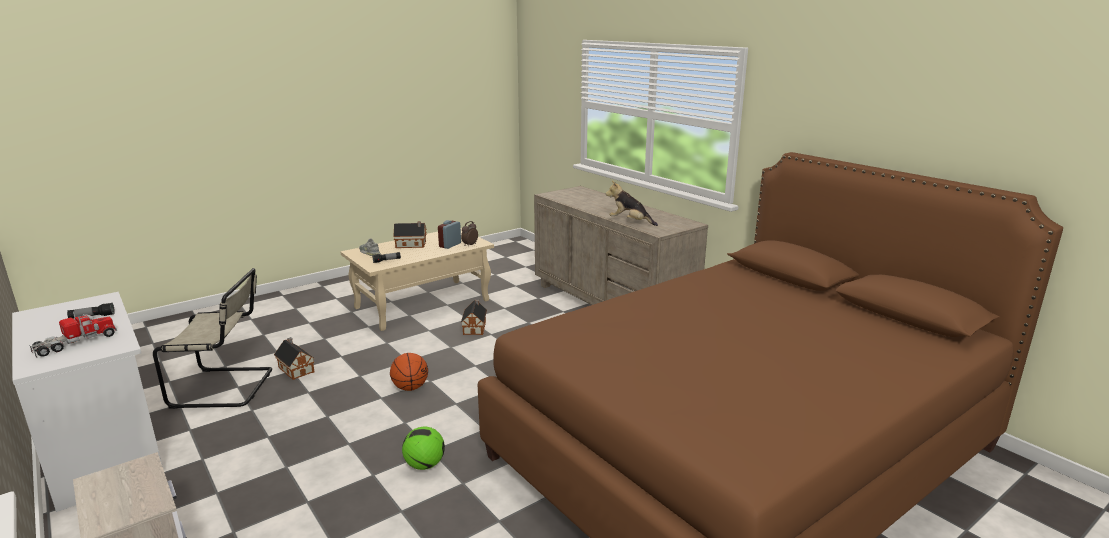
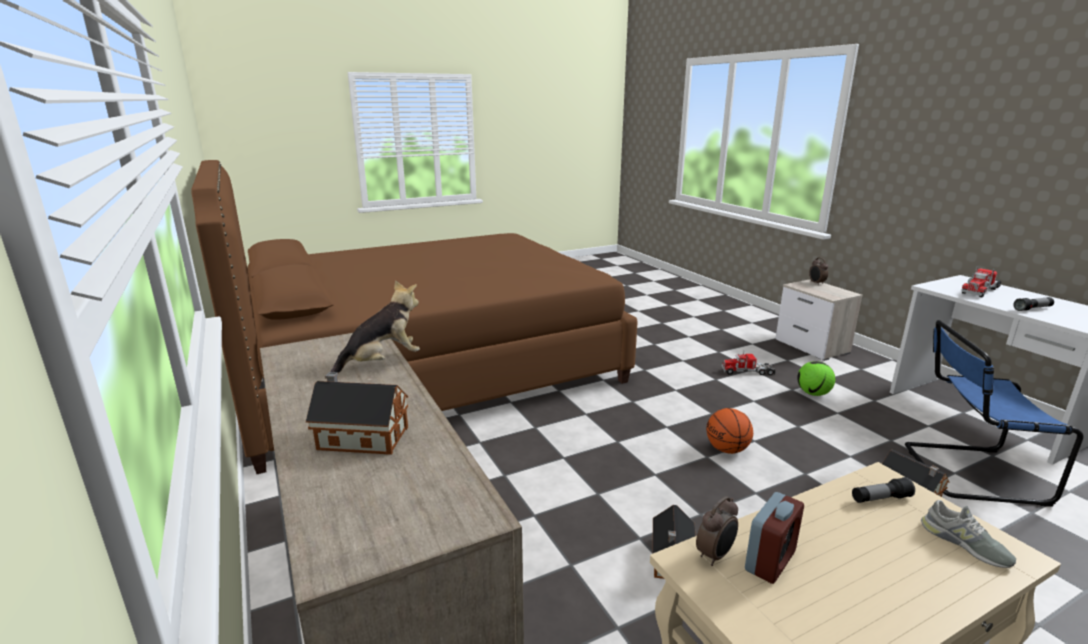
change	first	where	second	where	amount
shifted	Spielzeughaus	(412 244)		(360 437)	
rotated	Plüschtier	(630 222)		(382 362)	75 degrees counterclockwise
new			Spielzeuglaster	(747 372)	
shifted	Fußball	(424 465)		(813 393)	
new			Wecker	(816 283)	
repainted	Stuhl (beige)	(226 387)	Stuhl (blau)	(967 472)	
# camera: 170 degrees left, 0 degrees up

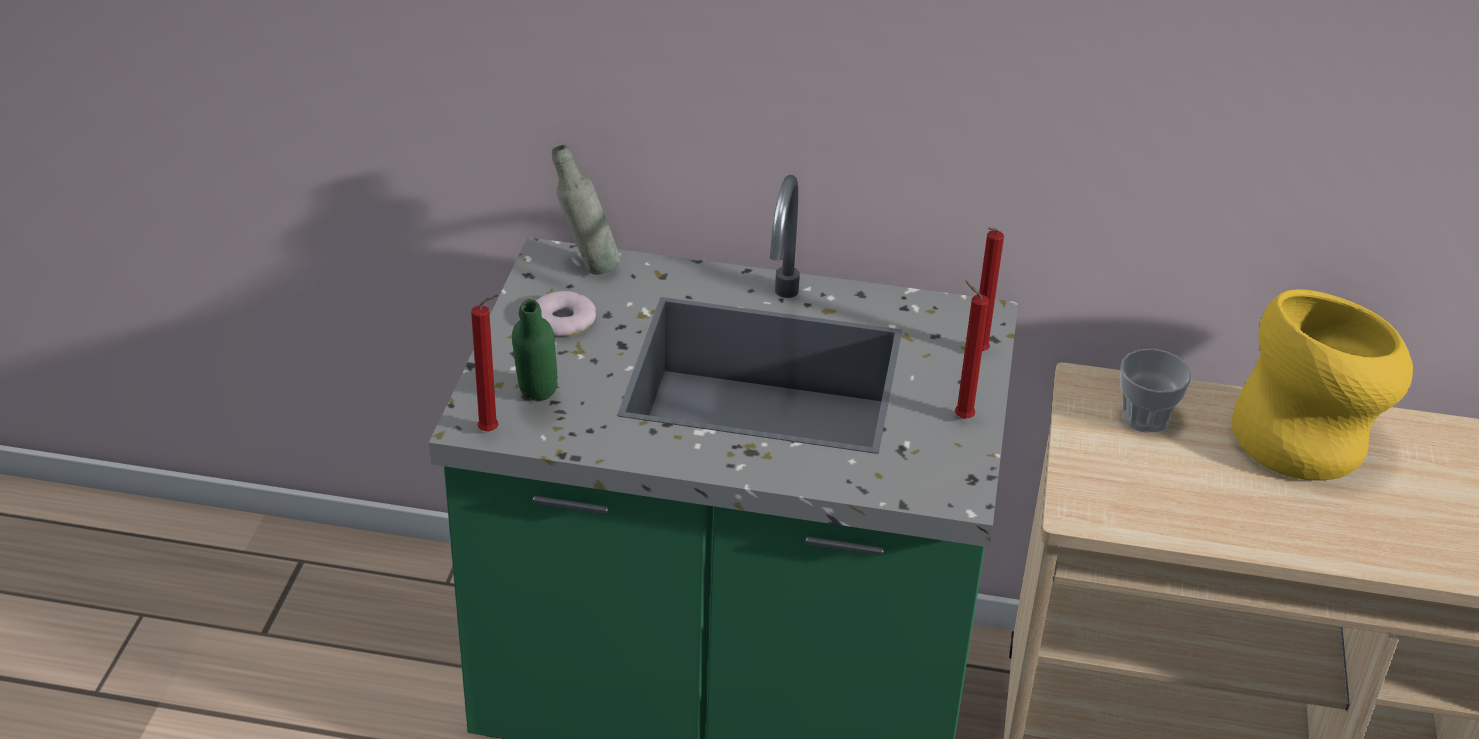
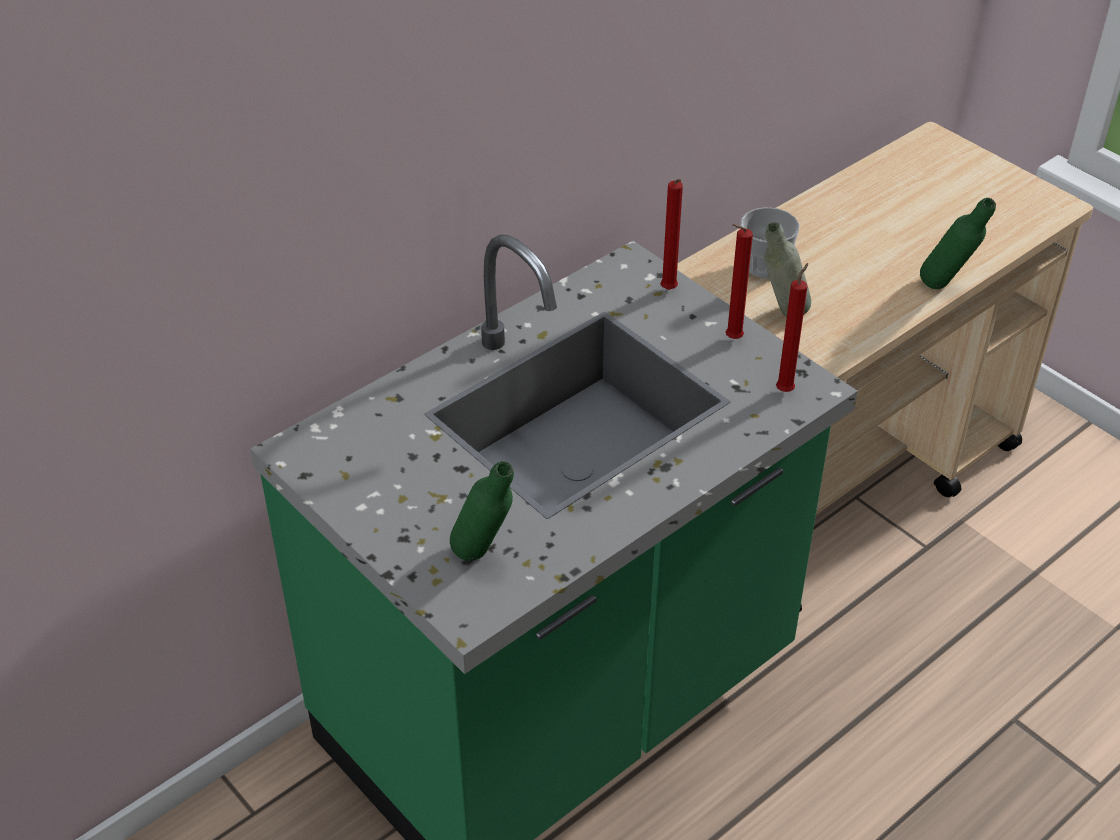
change	first	where	second	where	amount
shifted	Flasche (grau)	(587 266)		(781 316)	
shifted	Kerze (rot)	(492 431)		(786 389)	
new			Flasche (grün)	(946 289)	
gone	Donut	(563 320)			
gone	Vase (gelb)	(1308 440)			
# camera: 50 degrees left, 5 degrees up

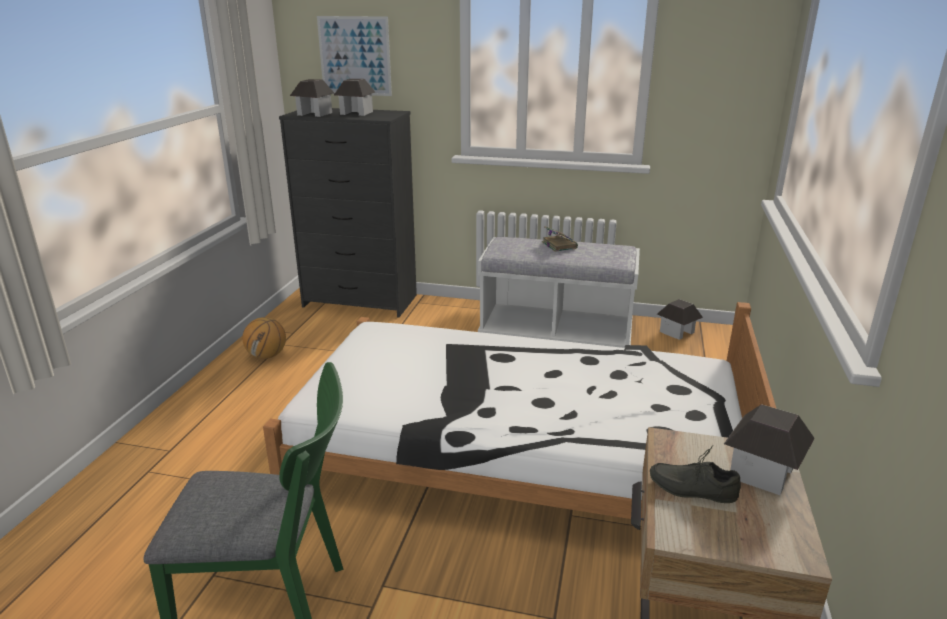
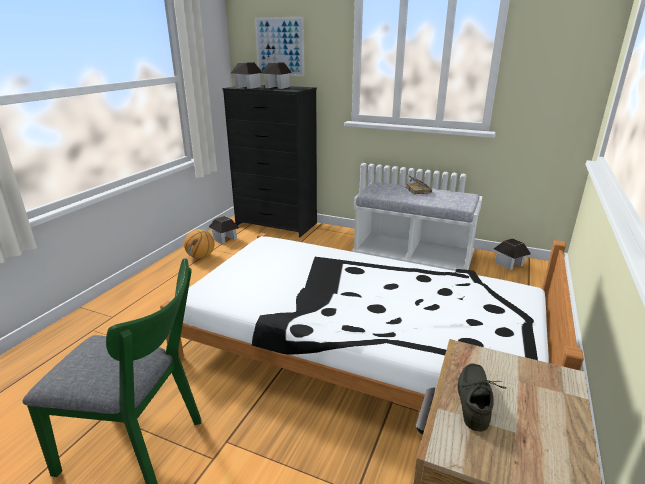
change	first	where	second	where	amount
shifted	Spielzeughaus	(762 472)		(225 239)	
rotated	Schuh (grau)	(692 487)		(477 401)	75 degrees clockwise
# camera: 10 degrees right, 0 degrees up

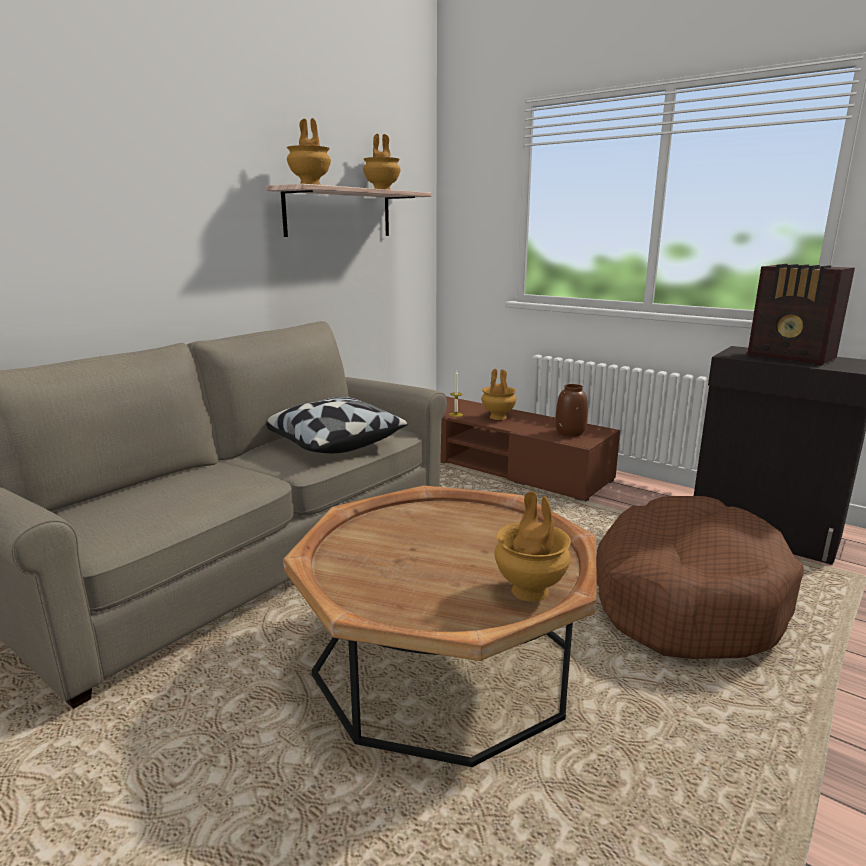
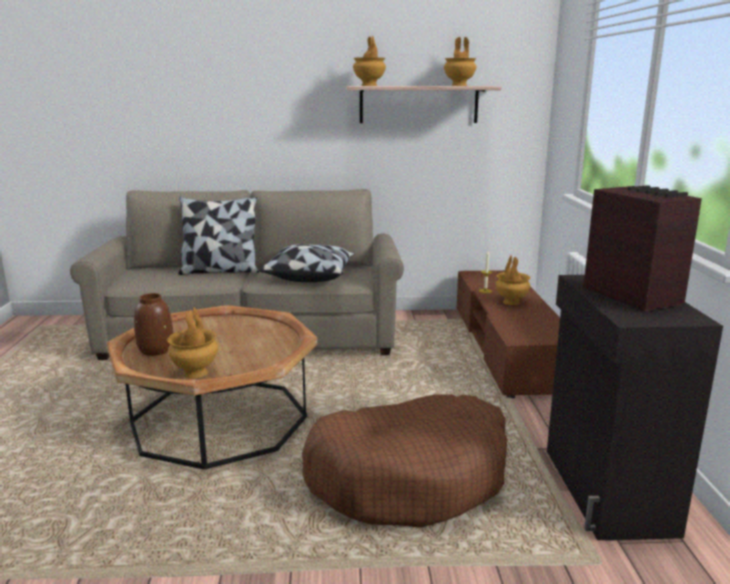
change	first	where	second	where	amount
shifted	Vase (braun)	(570 433)		(156 350)	
new			Kissen	(220 271)	
rotated	Radio	(792 357)		(631 295)	150 degrees clockwise
# camera: 50 degrees right, 0 degrees up

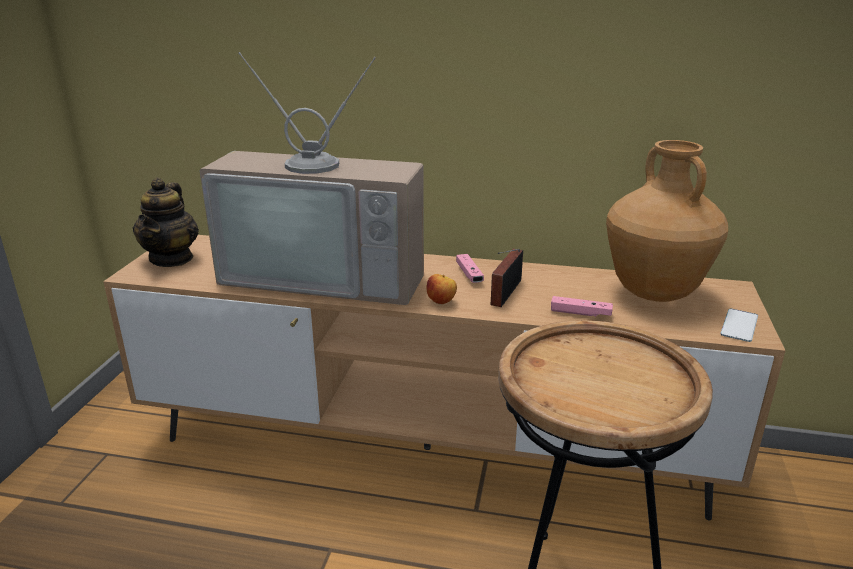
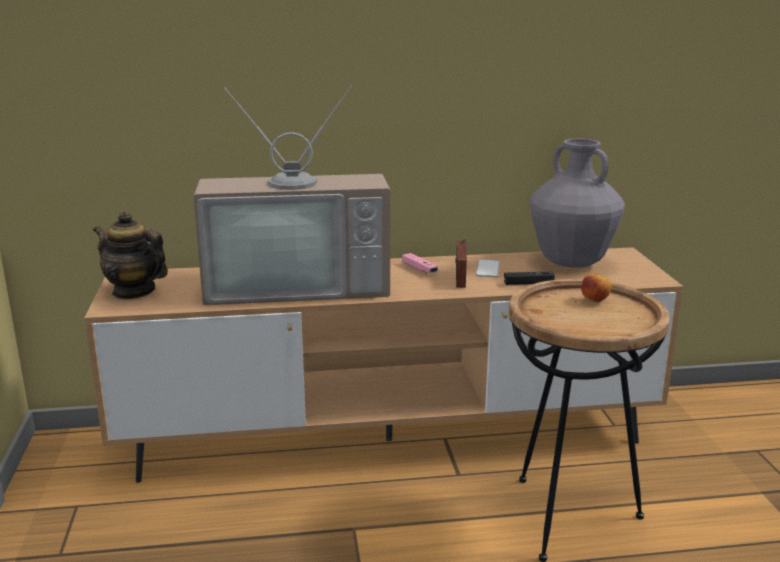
change	first	where	second	where	amount
rotated	Teekanne	(172 259)		(134 291)	135 degrees clockwise
shifted	Handy	(739 325)		(488 268)	
repainted	Gamepad (rosa)	(580 313)	Gamepad (schwarz)	(528 283)	
repainted	Vase (braun)	(654 293)	Vase (grau)	(570 263)	
shifted	Apfel	(441 302)		(595 301)	
# camera: 20 degrees left, 5 degrees down

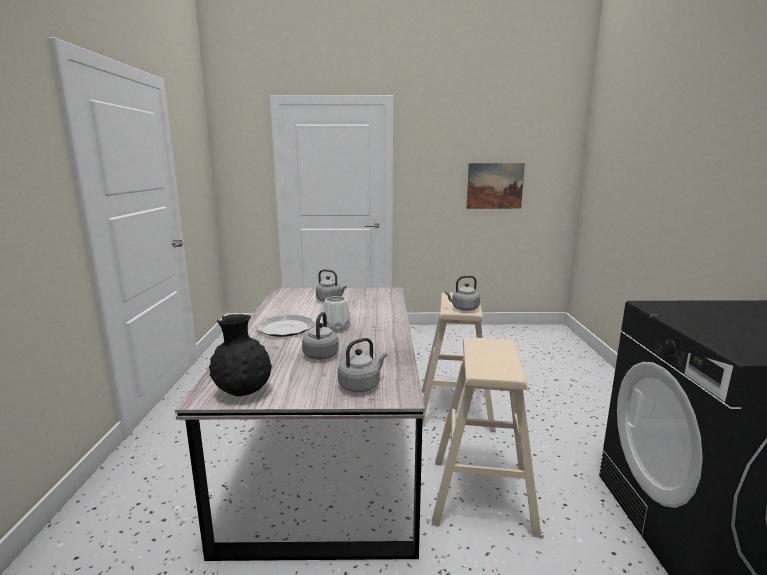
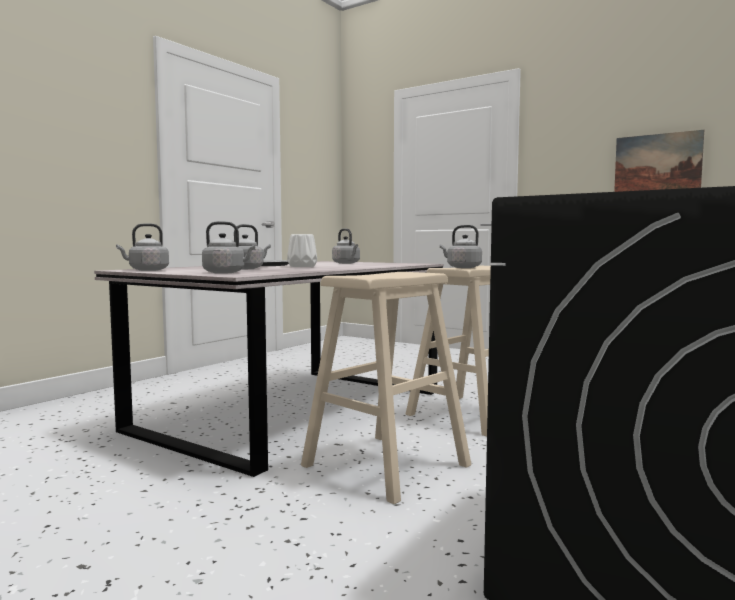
change	first	where	second	where	amount
swapped	Vase (schwarz)	(243 392)	Wasserkessel (grau)	(146 270)	
# camera: 35 degrees right, 10 degrees down

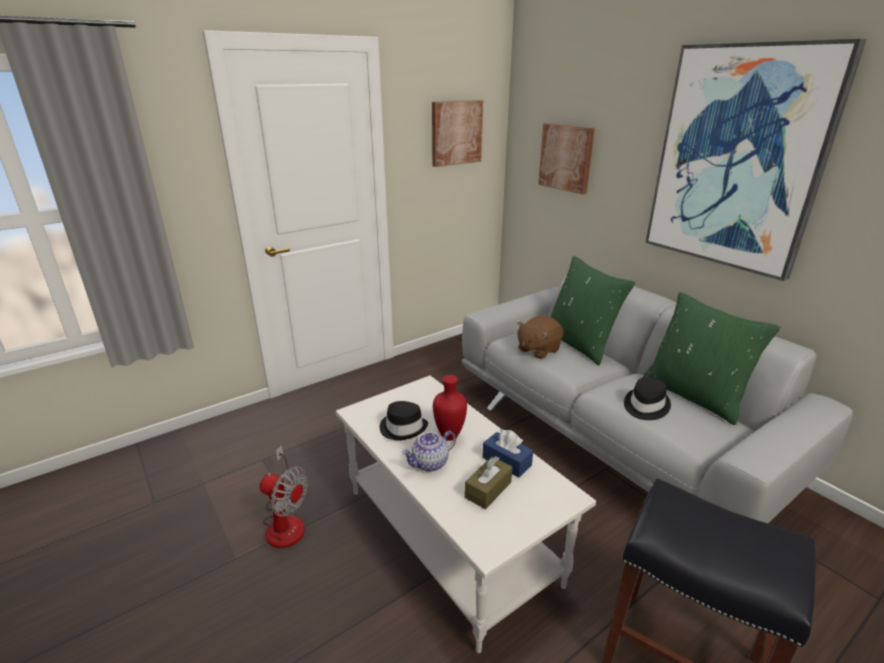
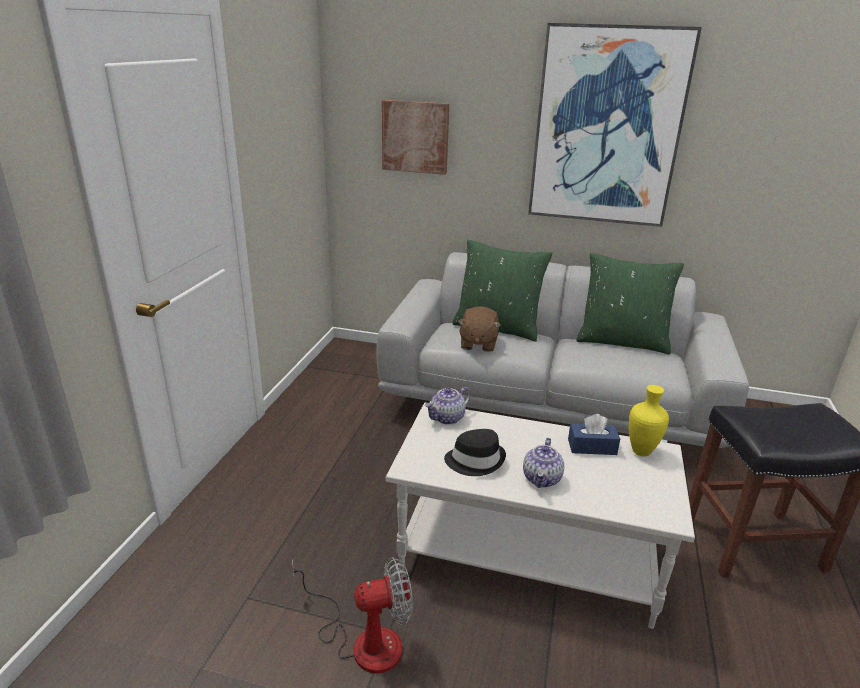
change	first	where	second	where	amount
new			Teekanne	(447 418)	
new			Vase (gelb)	(642 452)	
gone	Bild	(456 133)			
gone	Vase (rot)	(450 436)			
gone	Taschentuchbox (braun)	(488 489)			
gone	Hut (schwarz)	(645 406)			
# camera: 40 degrees left, 0 degrees up

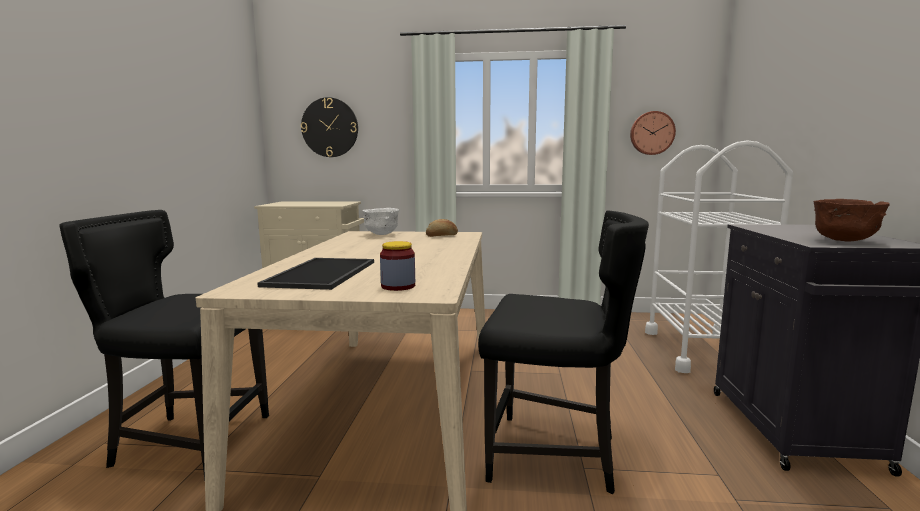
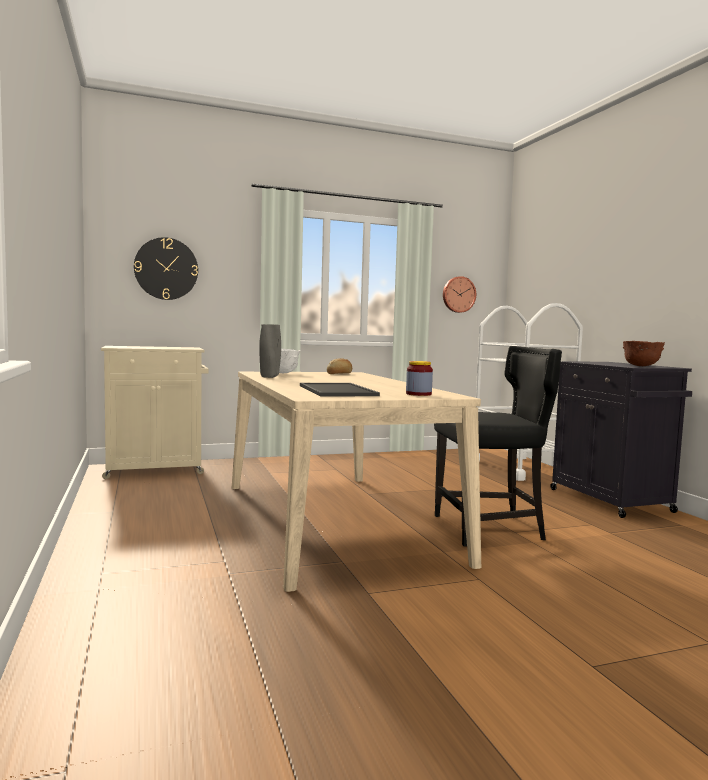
change	first	where	second	where	amount
new			Vase (grau)	(270 377)	
gone	Stuhl (schwarz)	(189 442)			
# camera: 25 degrees left, 5 degrees down

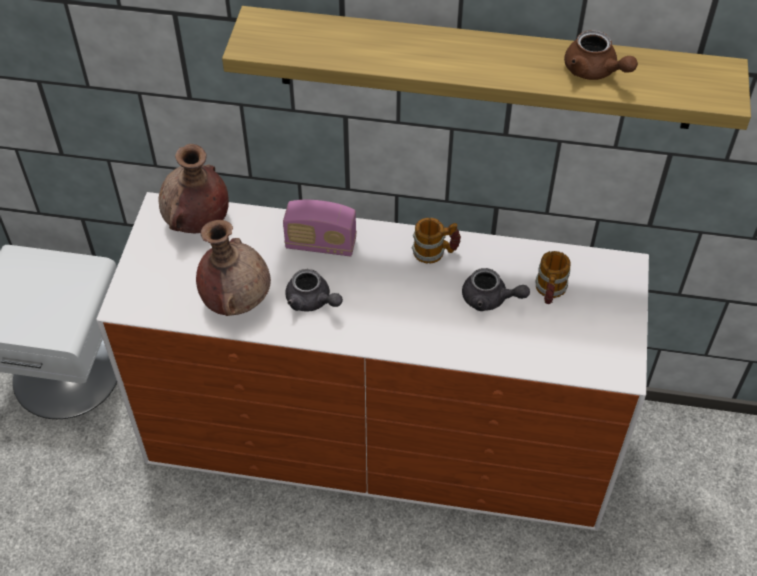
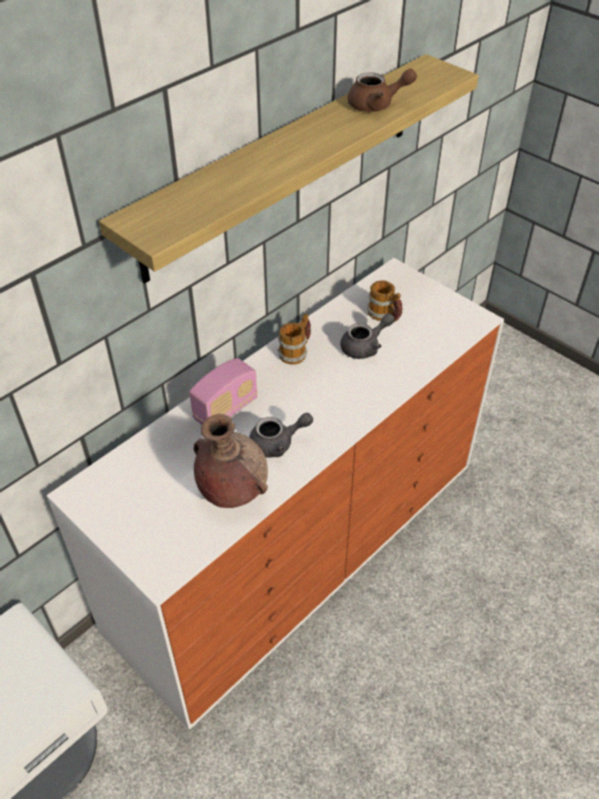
change	first	where	second	where	amount
gone	Vase (braun)	(197 223)			
# camera: 55 degrees left, 5 degrees down

